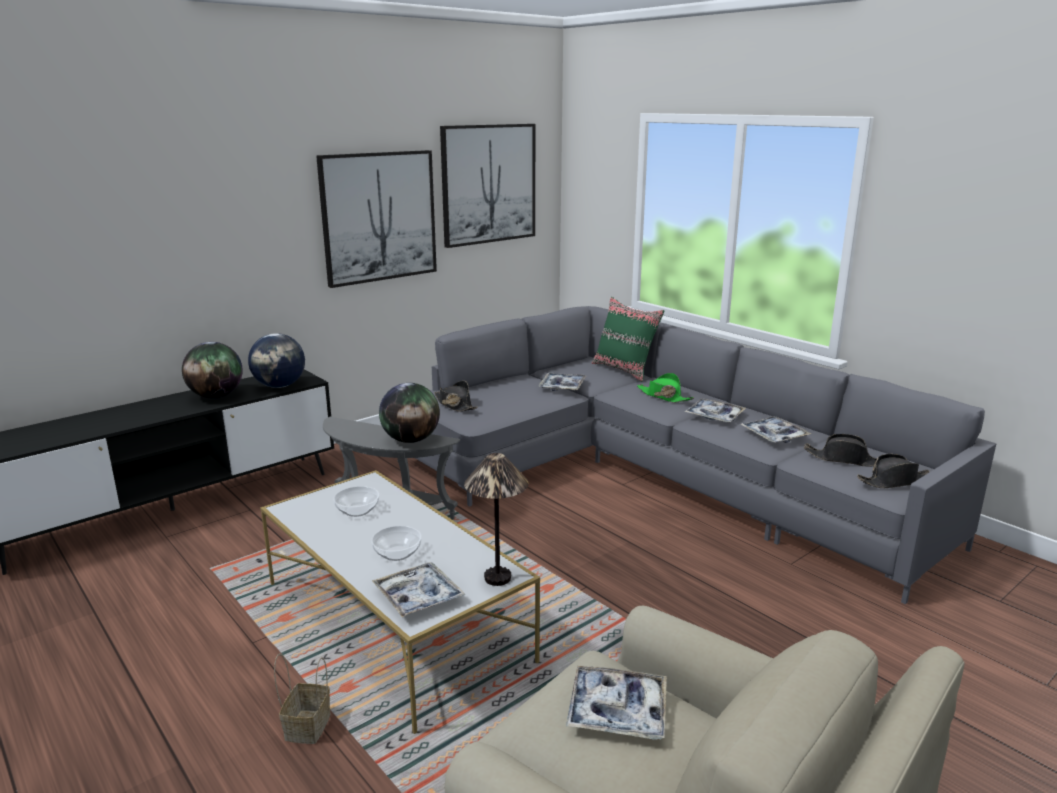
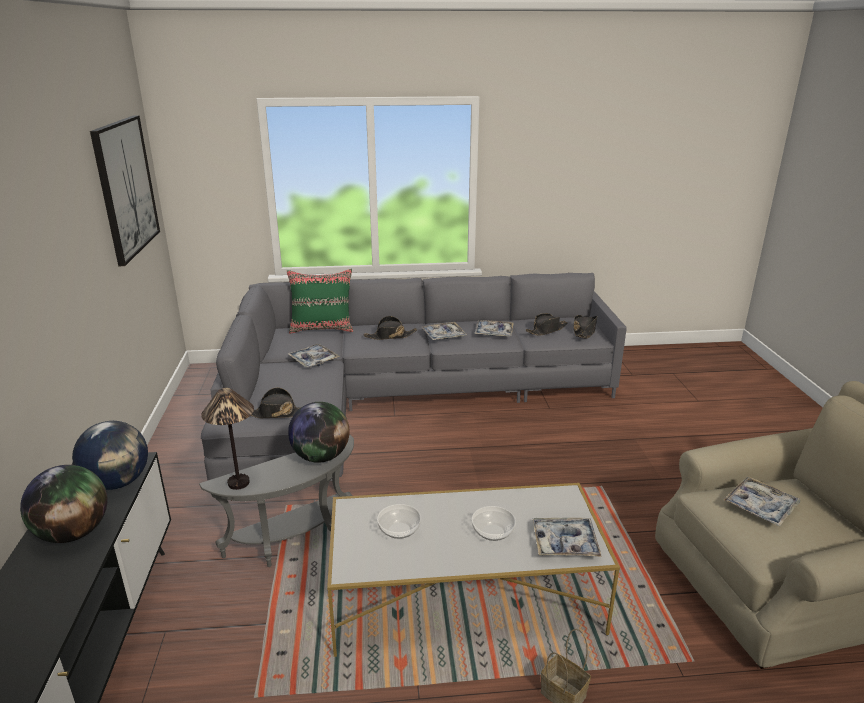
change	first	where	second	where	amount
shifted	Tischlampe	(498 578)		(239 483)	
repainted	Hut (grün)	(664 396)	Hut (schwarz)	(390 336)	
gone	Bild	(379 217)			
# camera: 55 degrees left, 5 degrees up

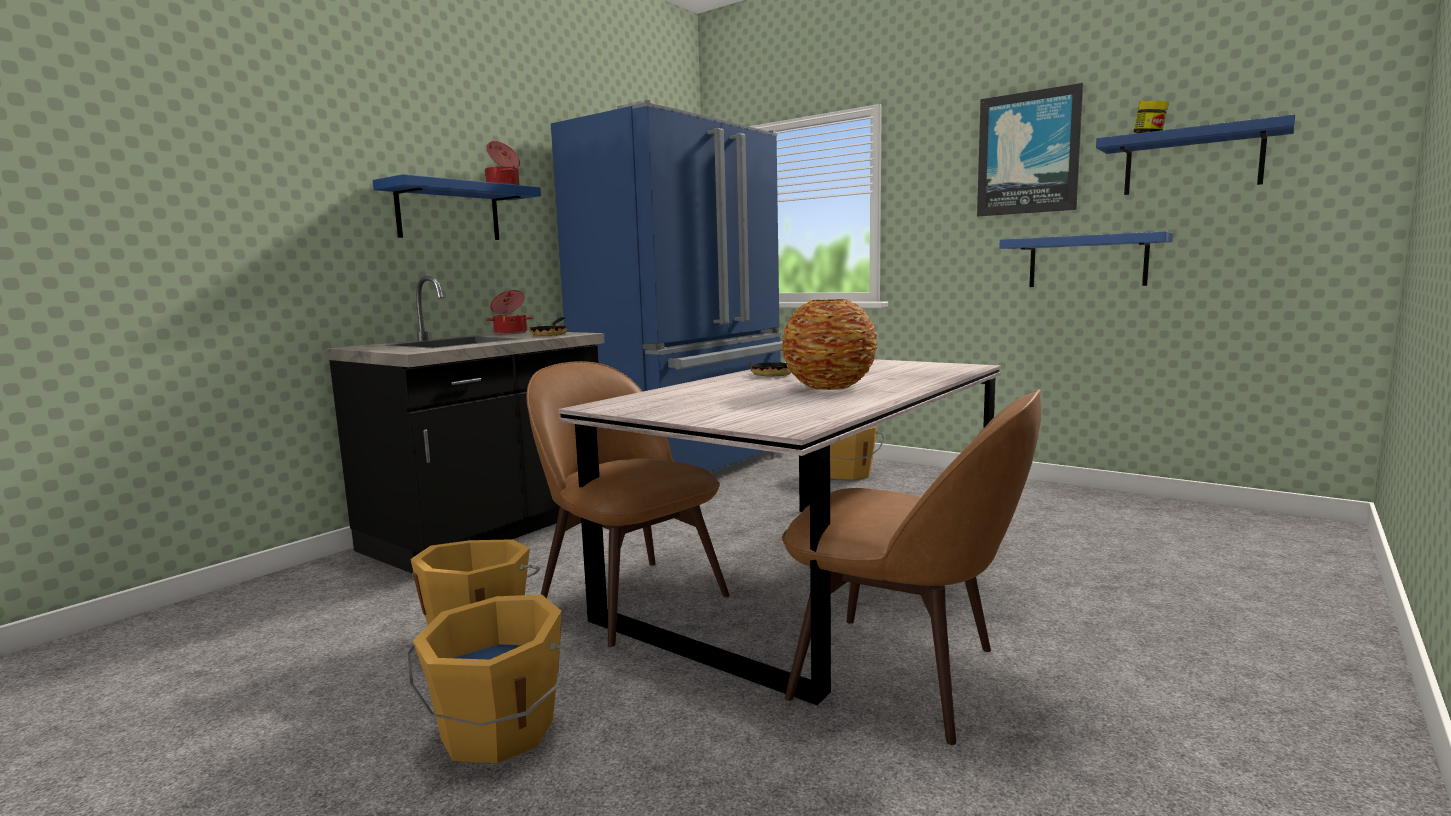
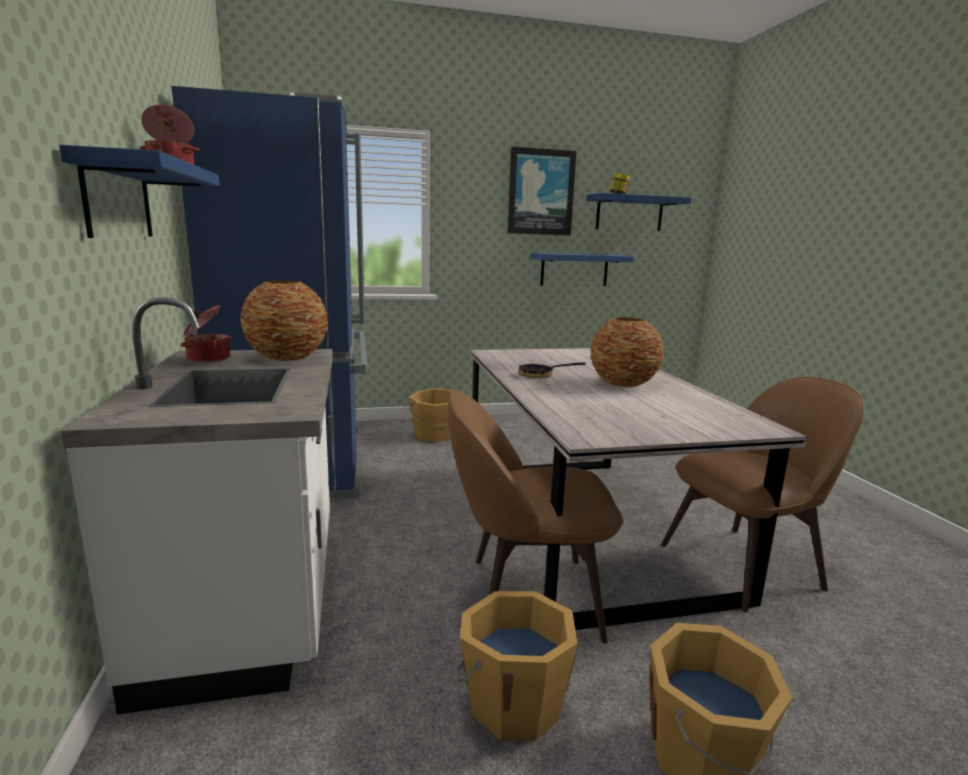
change	first	where	second	where	amount
repainted	Küchenzeile (schwarz)	(490 531)	Küchenzeile (weiß)	(253 600)	
swapped	Pfanne	(551 334)	Vase	(287 357)	
# camera: 50 degrees left, 5 degrees up

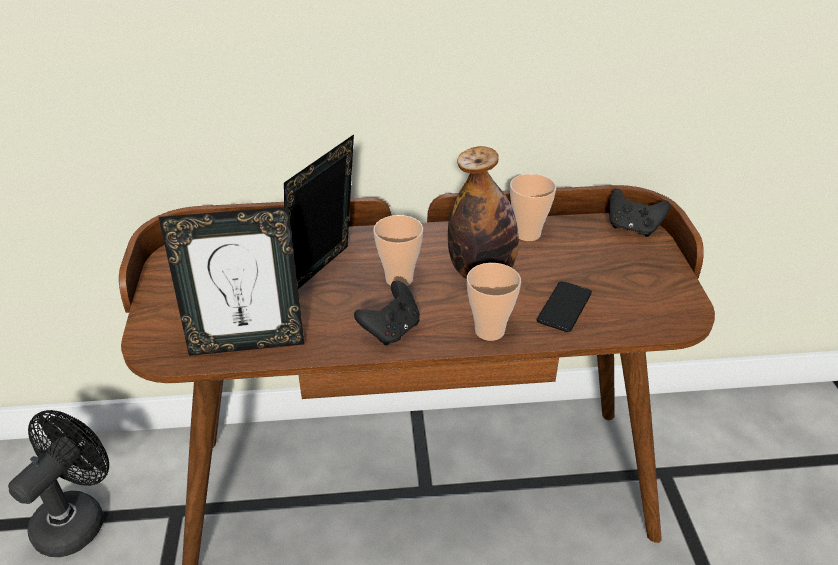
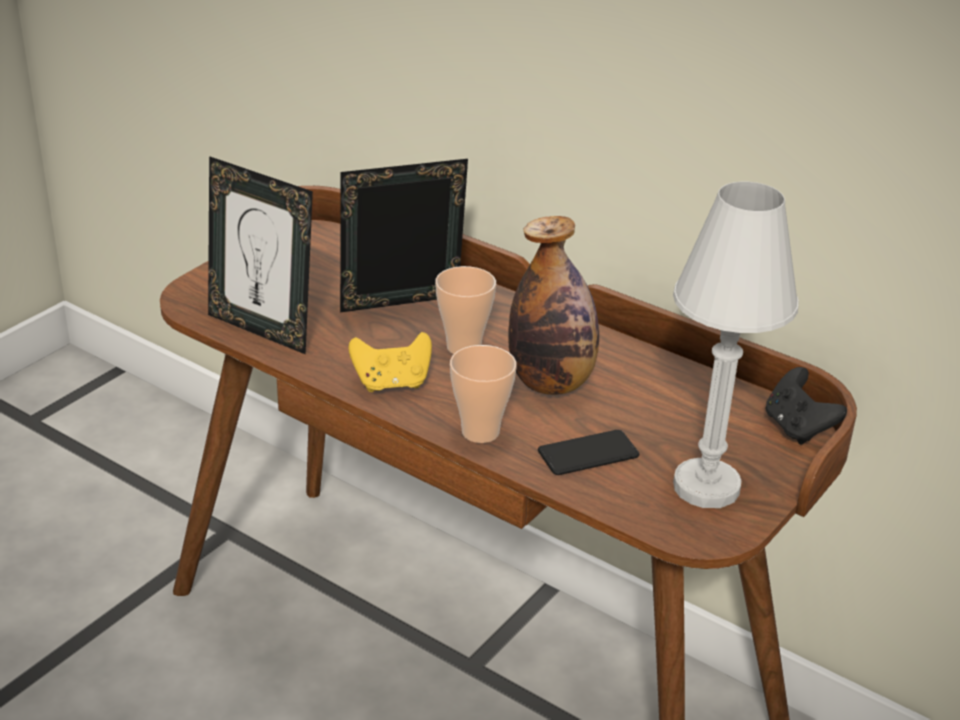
change	first	where	second	where	amount
repainted	Gamepad (schwarz)	(391 330)	Gamepad (gelb)	(392 383)	
new			Tischlampe (weiß)	(706 487)	
gone	Ventilator (schwarz)	(77 518)			
gone	Tasse	(527 234)			
# camera: 40 degrees right, 5 degrees down

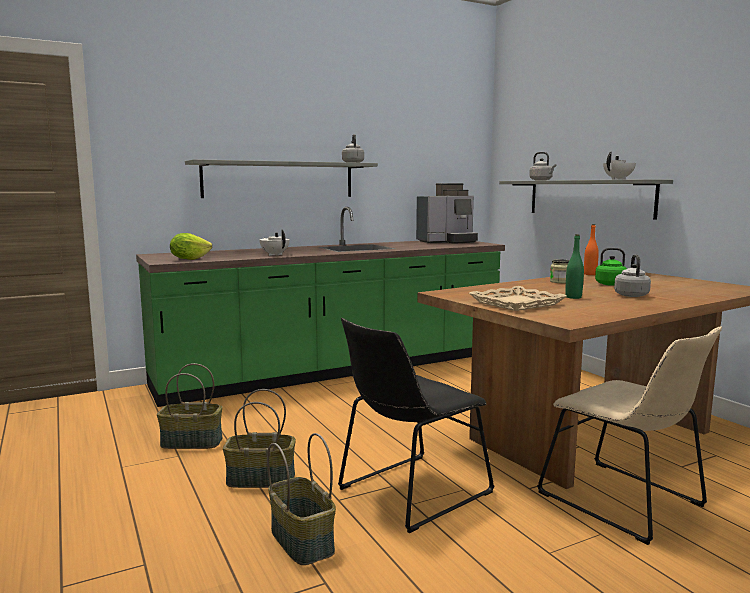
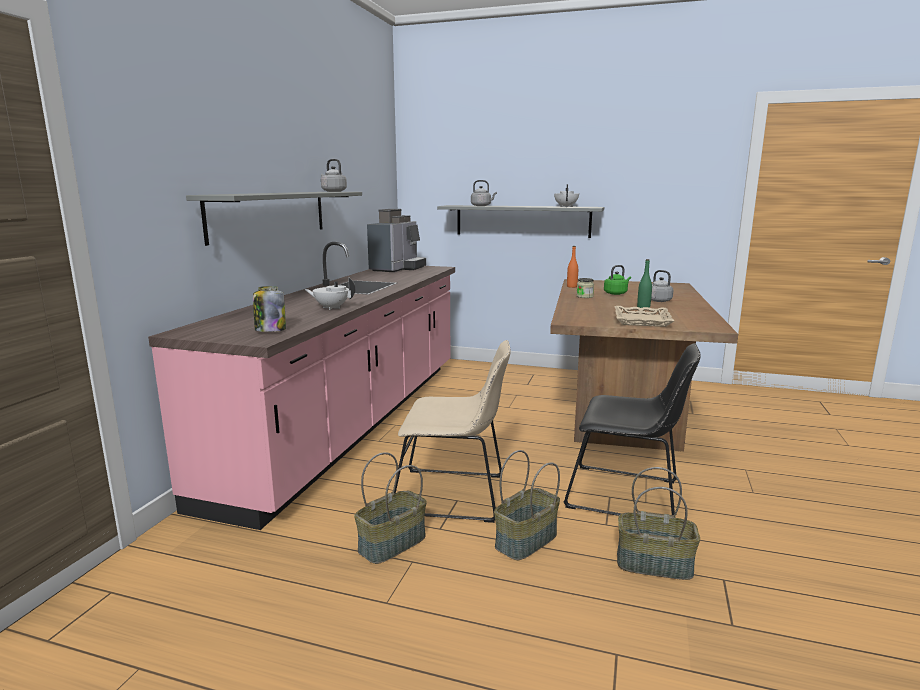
change	first	where	second	where	amount
repainted	Küchenzeile (grün)	(335 370)	Küchenzeile (rosa)	(353 422)	
swapped	Salatkopf	(189 259)	Vorratsglas	(270 330)	
shifted	Stuhl (beige)	(626 502)		(455 495)	
rotated	Stuhl (schwarz)	(410 492)		(628 495)	75 degrees counterclockwise
# camera: 45 degrees left, 5 degrees up

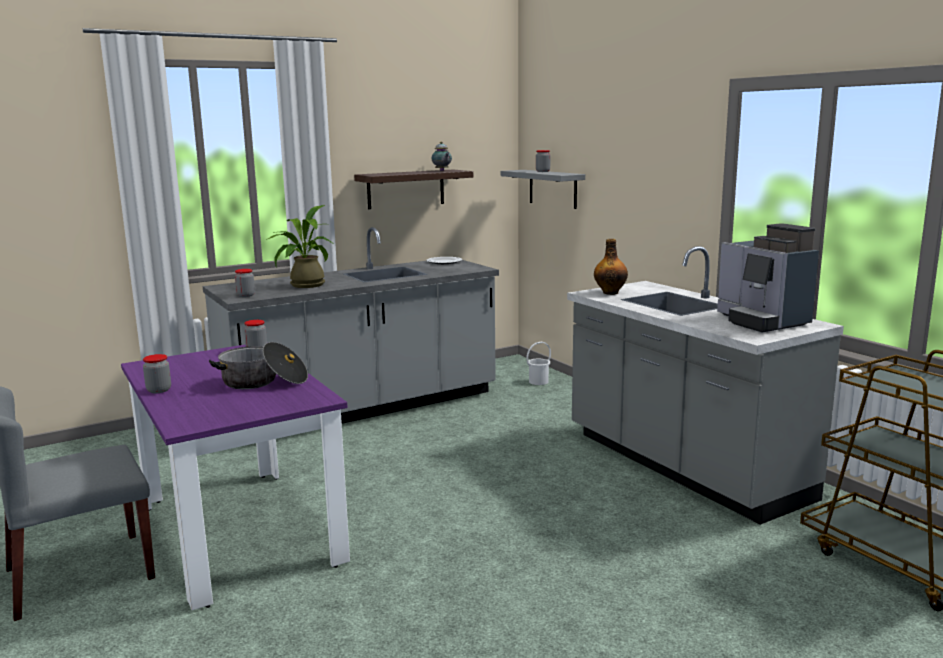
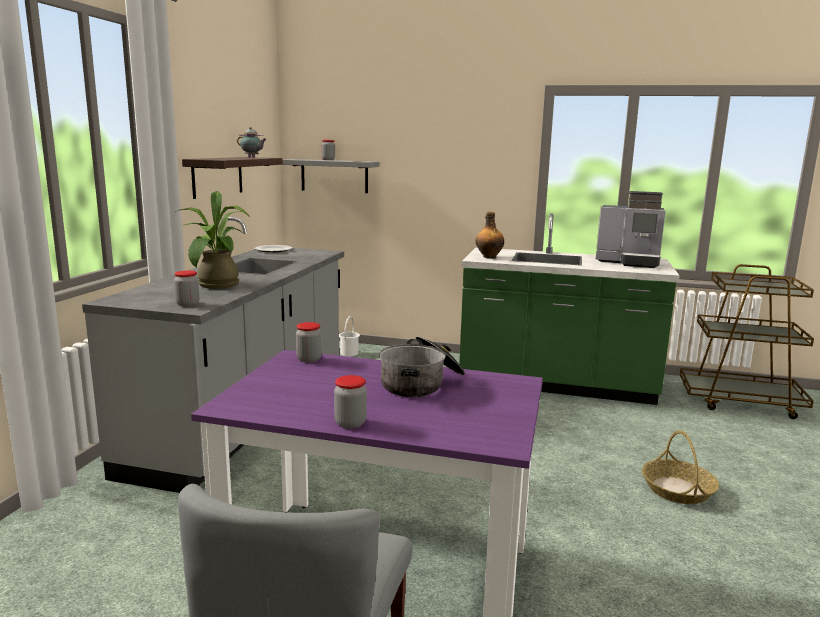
change	first	where	second	where	amount
repainted	Küchenzeile (grau)	(682 466)	Küchenzeile (grün)	(556 384)	
new			Korb	(678 490)	
# camera: 45 degrees left, 0 degrees up

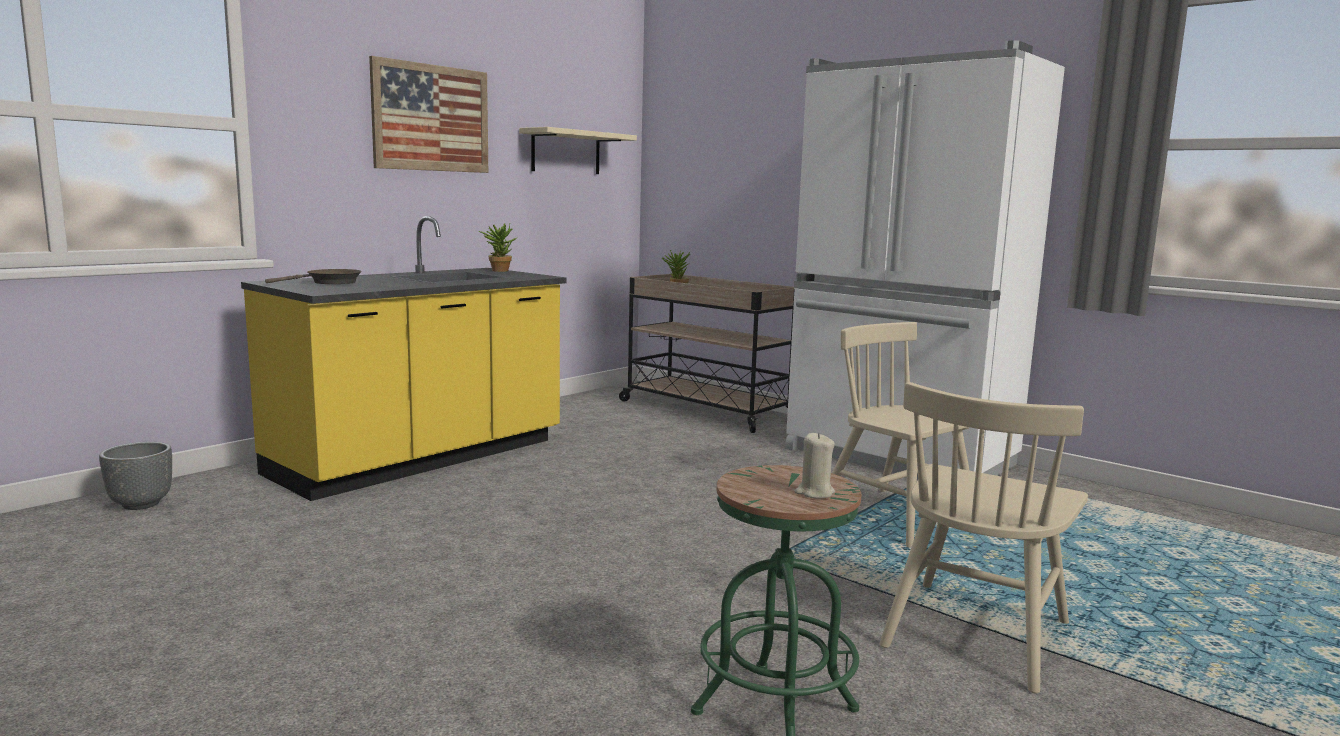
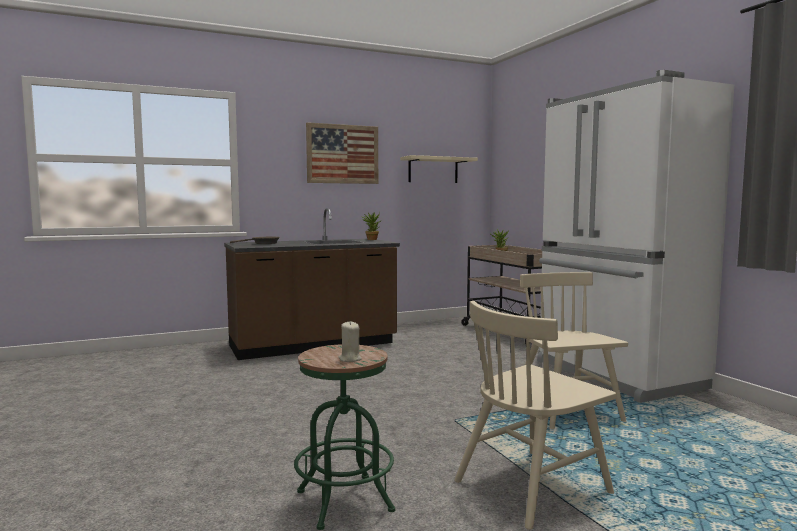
change	first	where	second	where	amount
repainted	Küchenzeile (gelb)	(420 458)	Küchenzeile (braun)	(313 345)	
gone	Pflanzkübel (grau)	(141 504)			
# camera: 25 degrees right, 5 degrees down

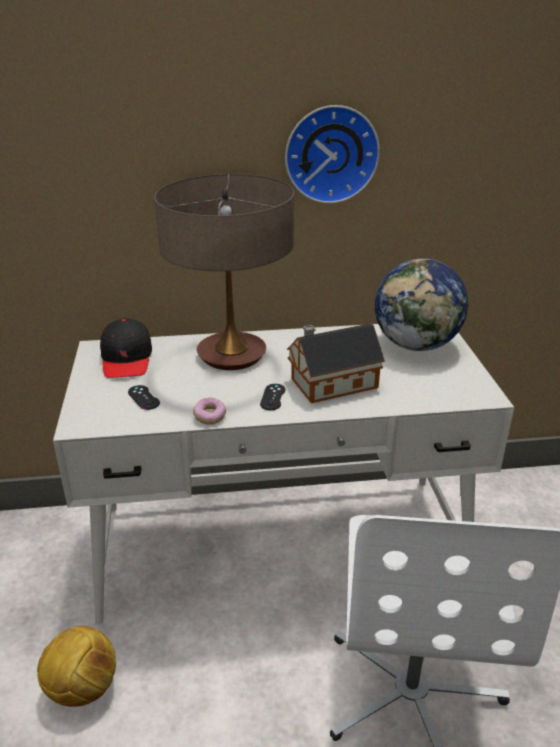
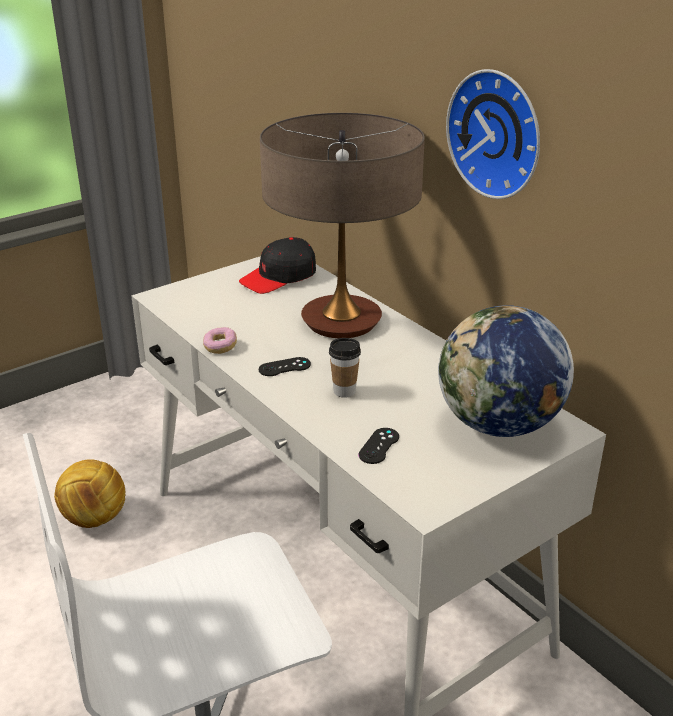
change	first	where	second	where	amount
swapped	Spielzeughaus	(330 383)	Tasse	(344 391)	
shifted	Gamepad (schwarz)	(143 397)		(379 446)	
# camera: 60 degrees right, 0 degrees up

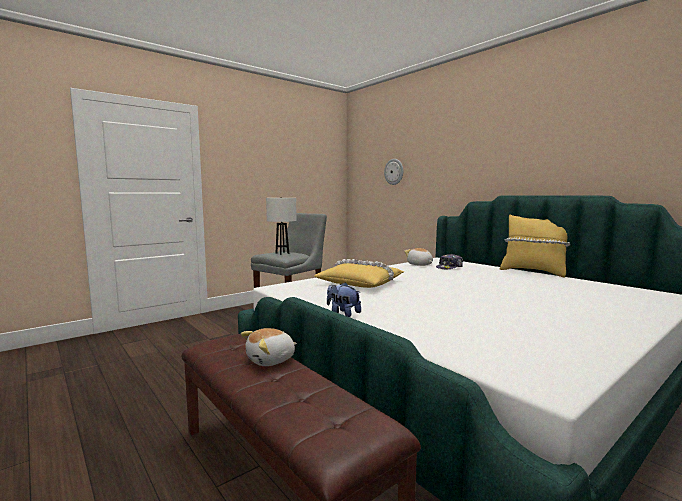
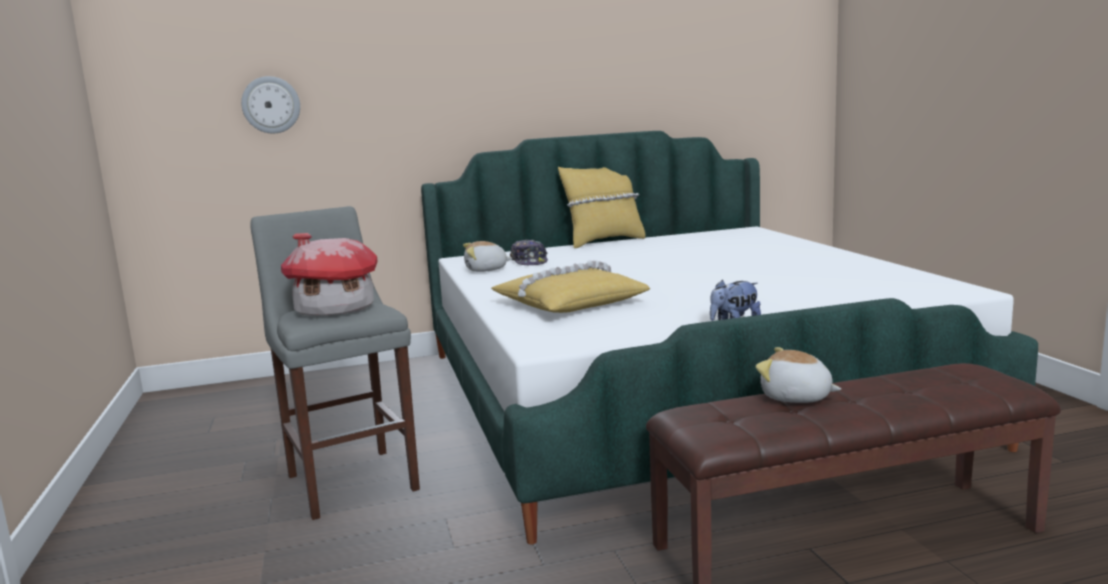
change	first	where	second	where	amount
swapped	Tischlampe (weiß)	(282 253)	Spielzeughaus	(334 309)	
rotated	Plüschtier	(271 360)		(796 397)	135 degrees clockwise
# camera: 65 degrees left, 5 degrees up

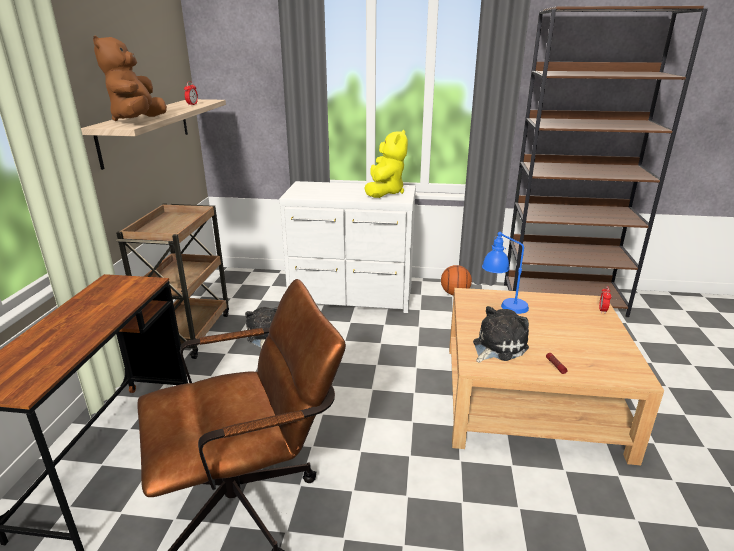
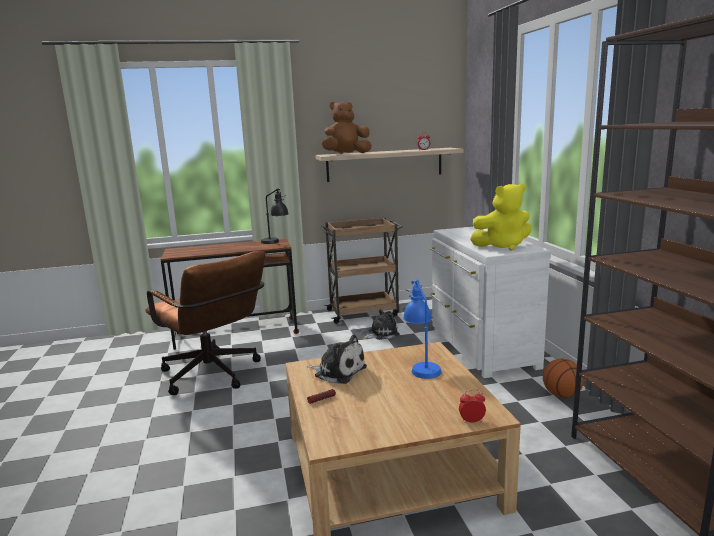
change	first	where	second	where	amount
new			Tischlampe (schwarz)	(276 242)	
# camera: 70 degrees right, 10 degrees down

